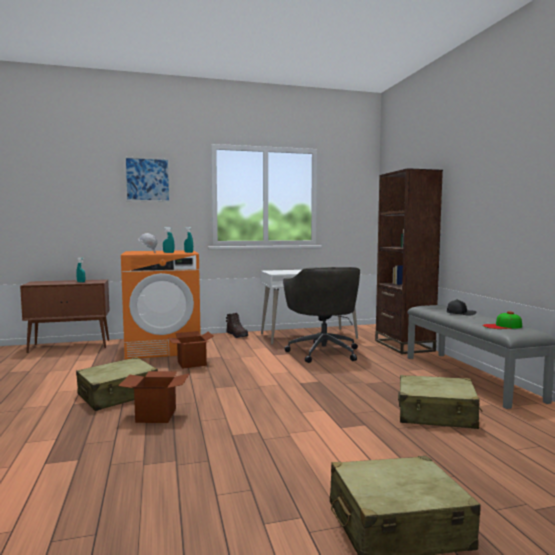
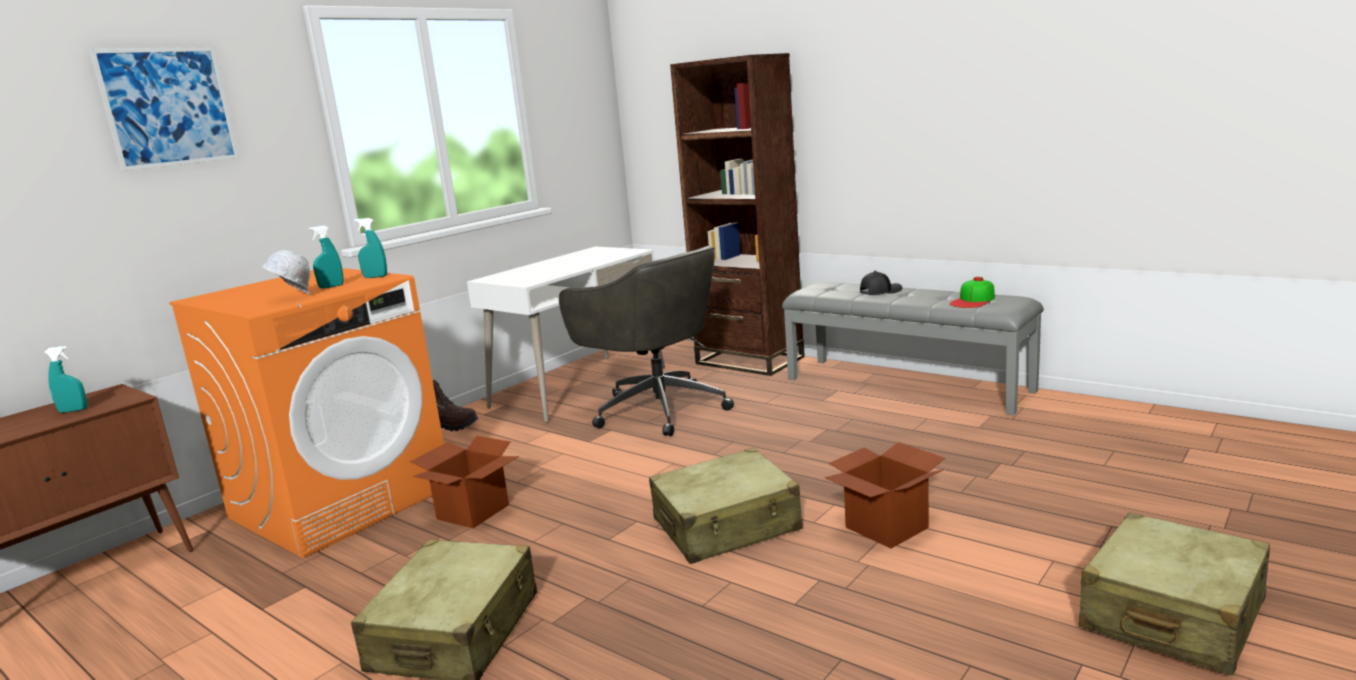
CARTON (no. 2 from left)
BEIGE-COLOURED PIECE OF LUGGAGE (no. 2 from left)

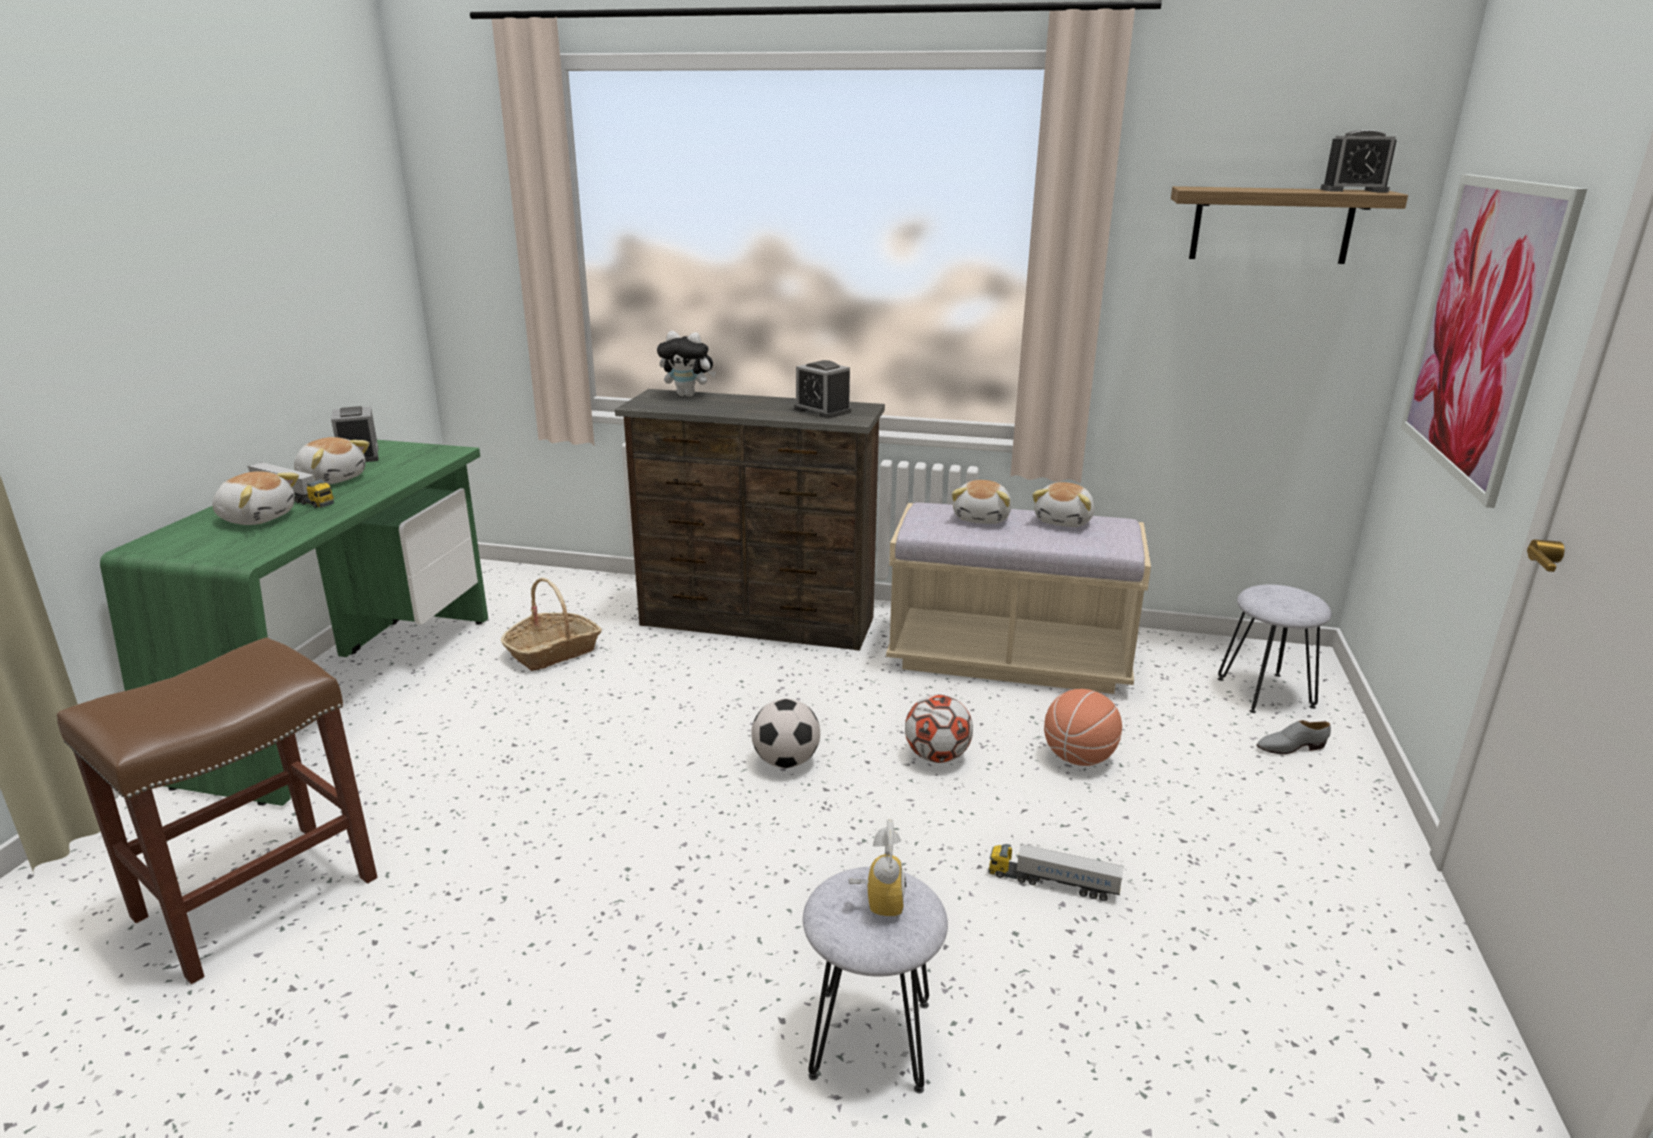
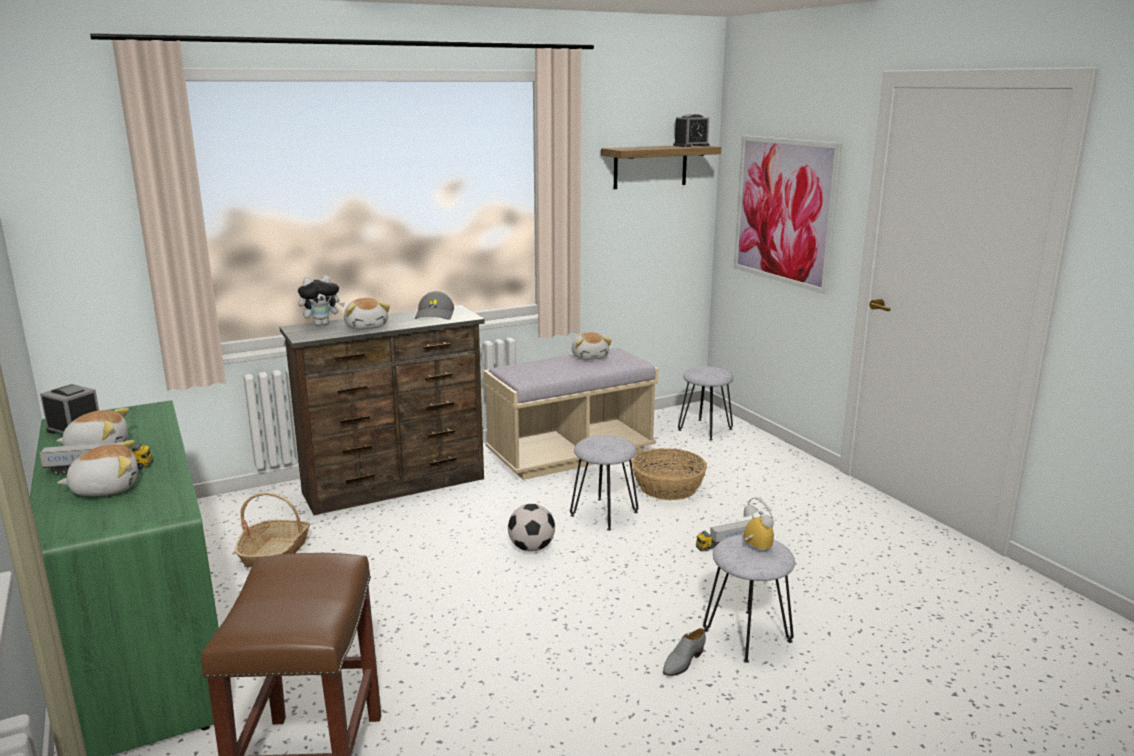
CUDDLY TOY (no. 4 from left)
GRAY SHOE
GRAY BASEBALL CAP
GRAY SITTING STOOL (no. 1 from left)
BASKET (no. 2 from left)

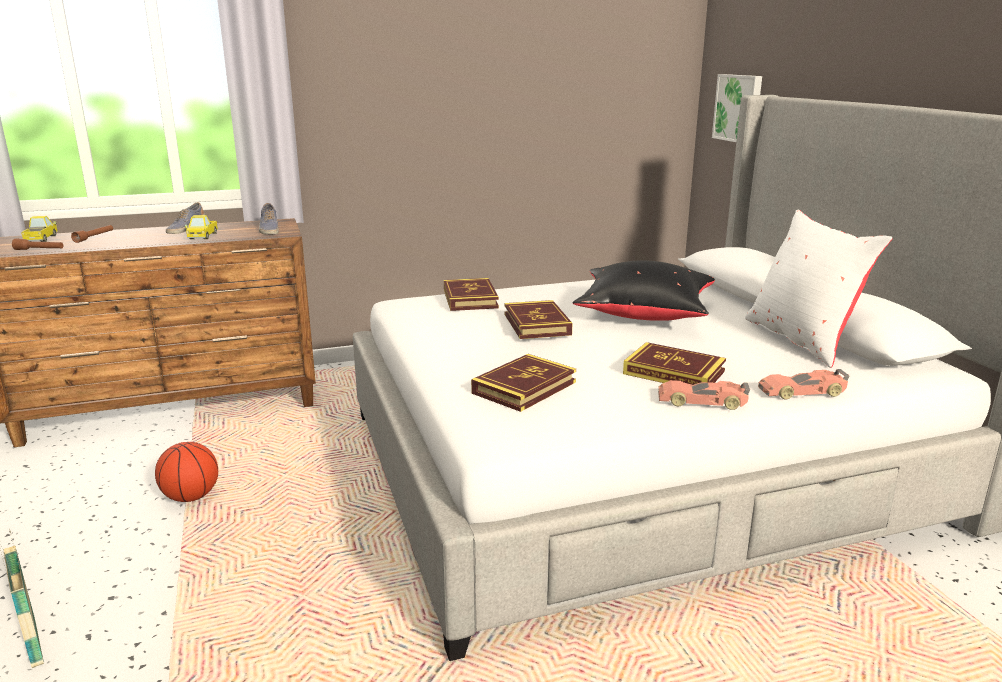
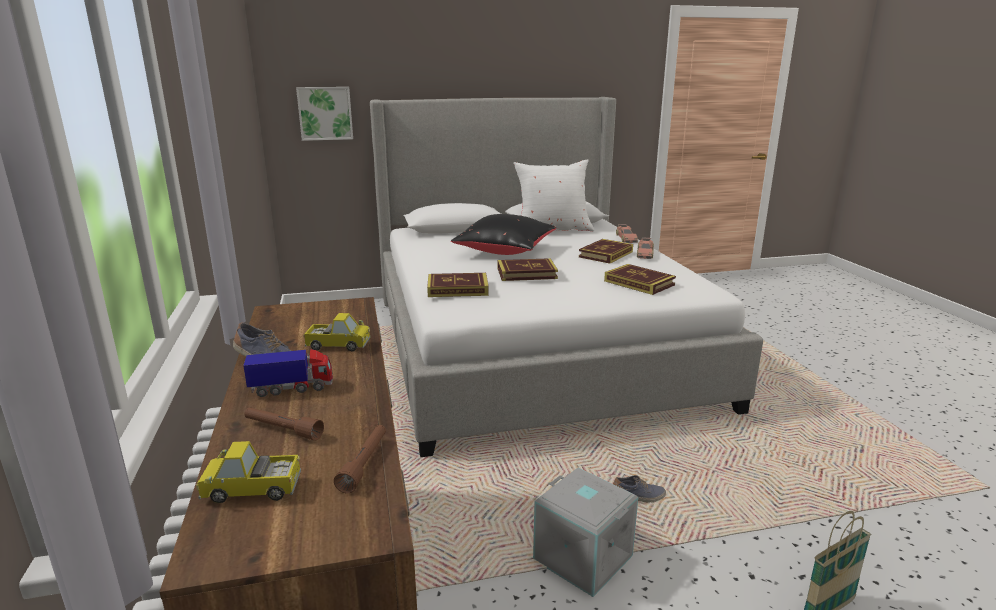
MODEL TRUCK (no. 2 from left)
SHOE (no. 2 from left)
GRAY STORAGE CONTAINER

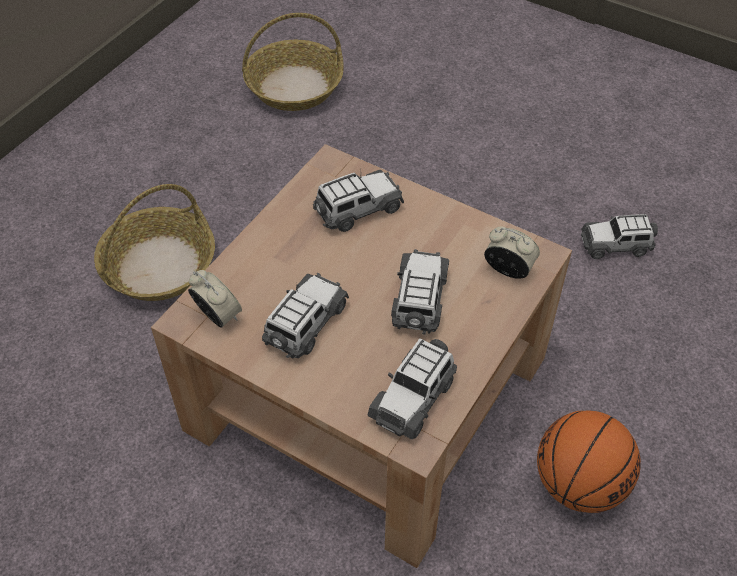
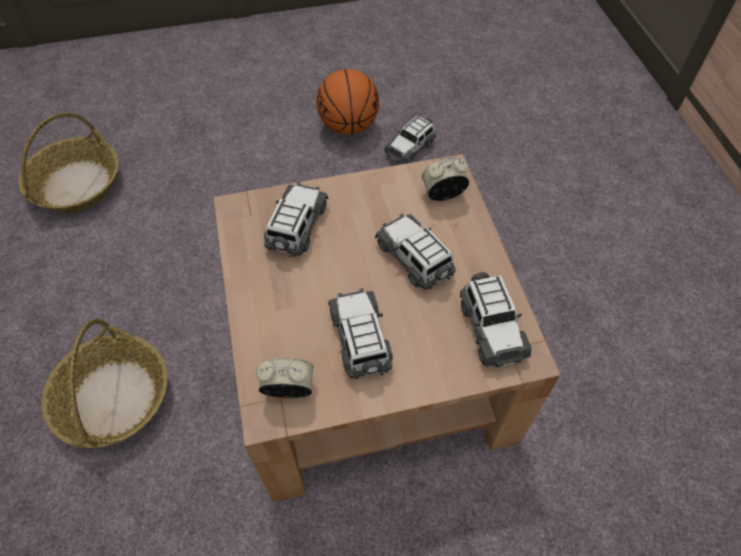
BASKETBALL

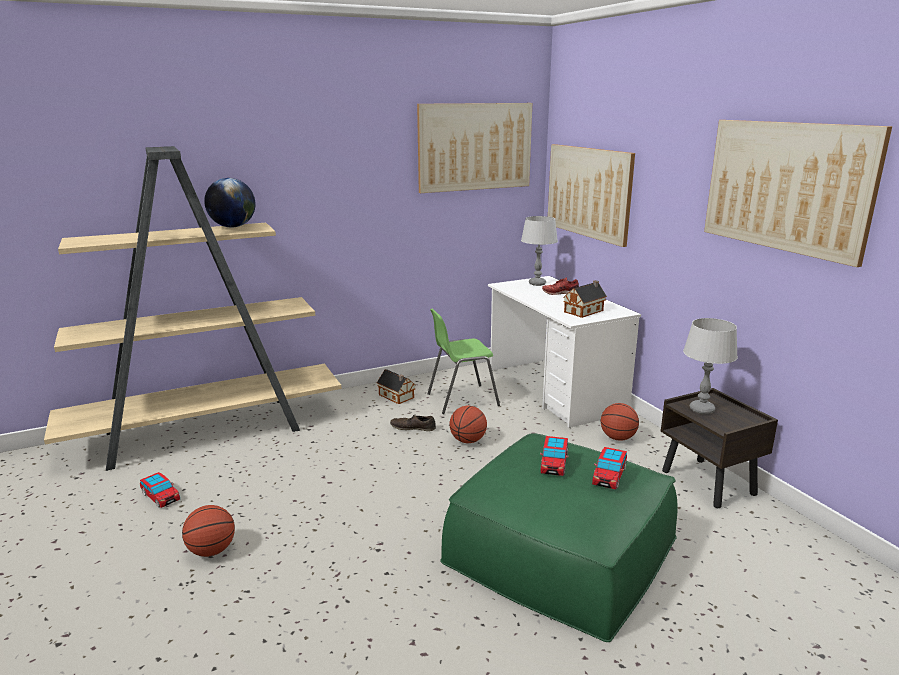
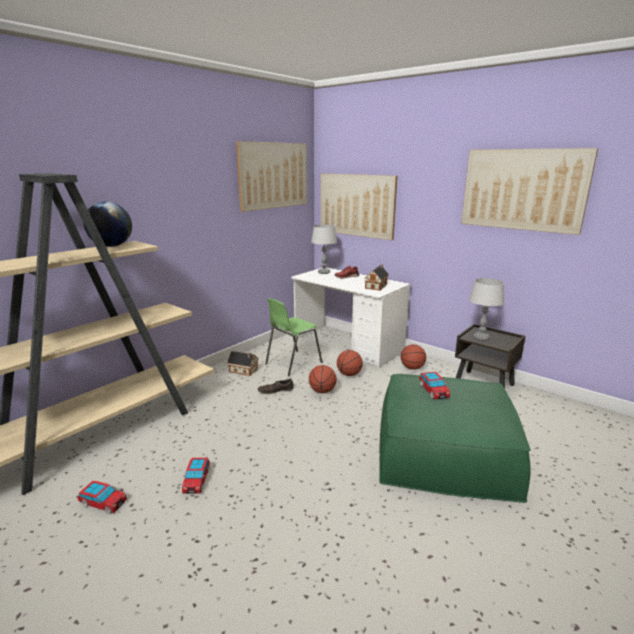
BASKETBALL (no. 2 from left)
TOY CAR (no. 2 from left)

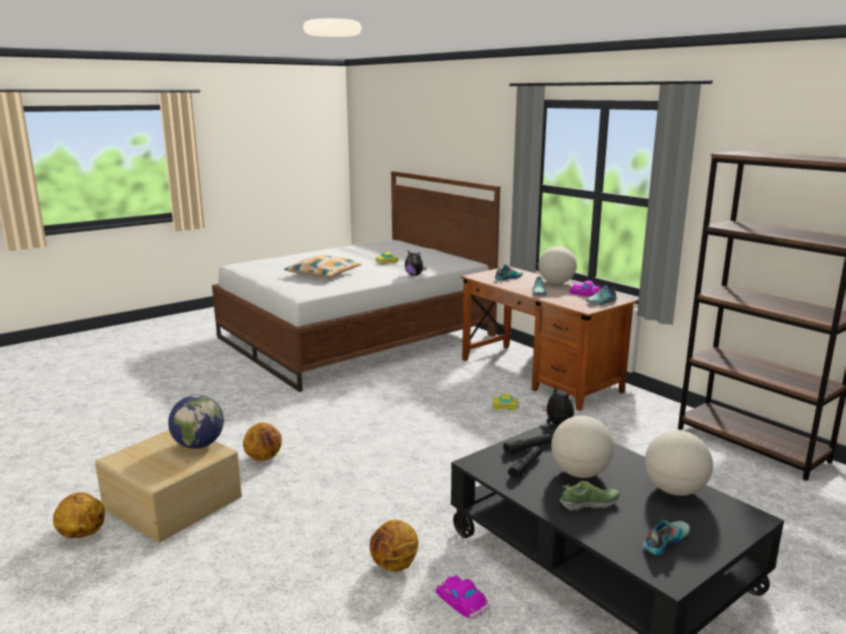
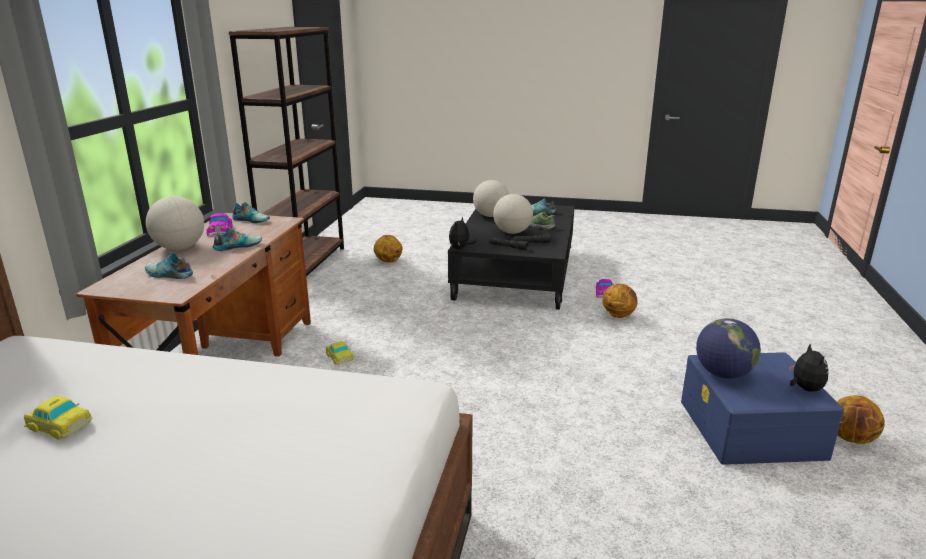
CUSHION
BASKETBALL (no. 1 from left)
CUDDLY TOY (no. 2 from left)
BLUE STORAGE CONTAINER

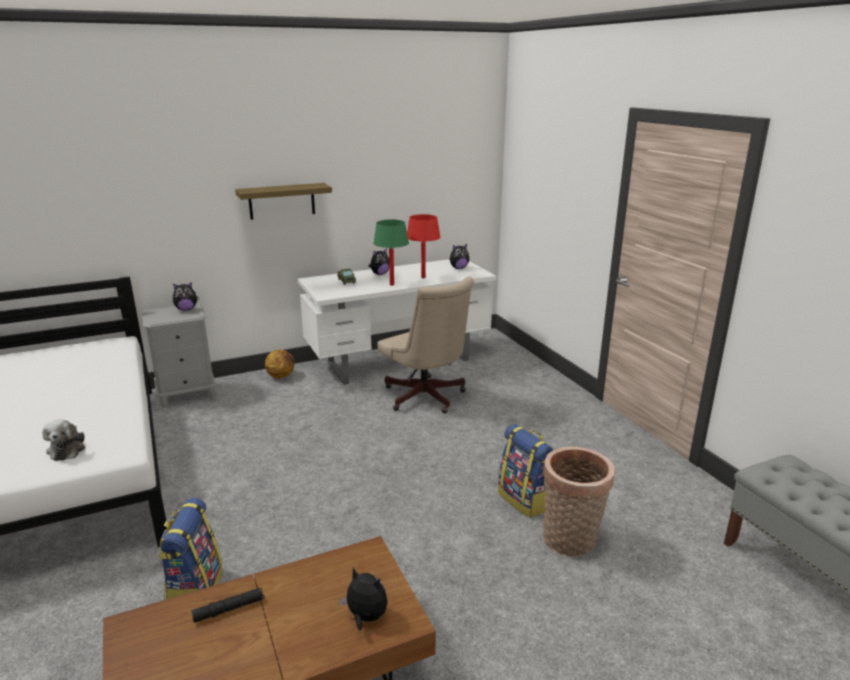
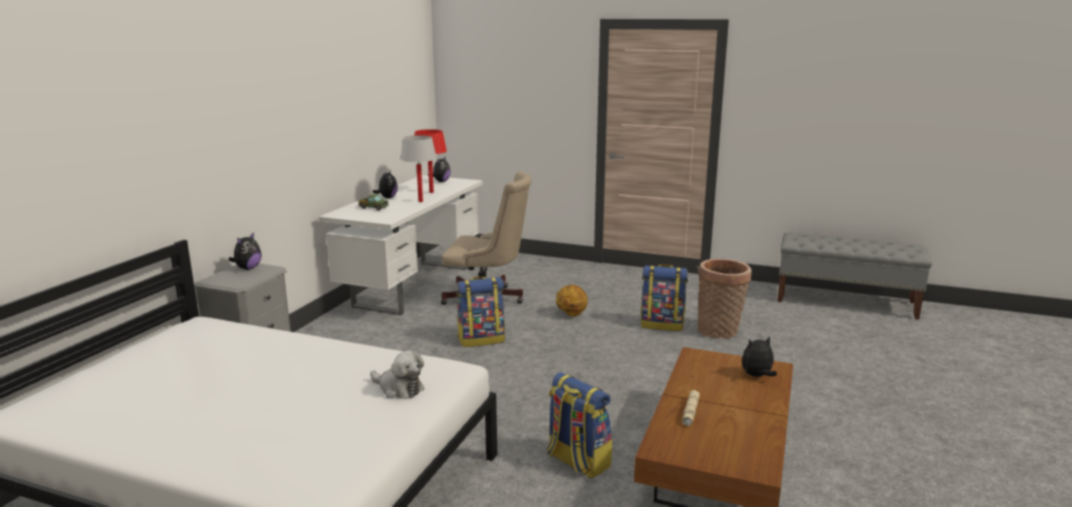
SHELF
KNAPSACK (no. 1 from left)
BASKETBALL
BEIGE-COLOURED FLASHLIGHT
WHITISH TABLE LAMP

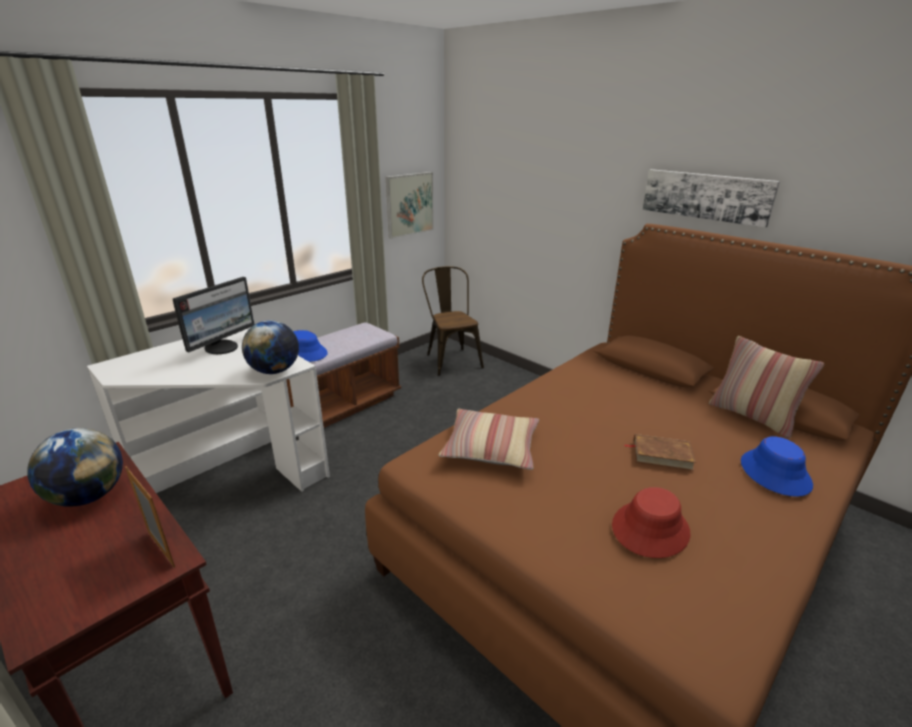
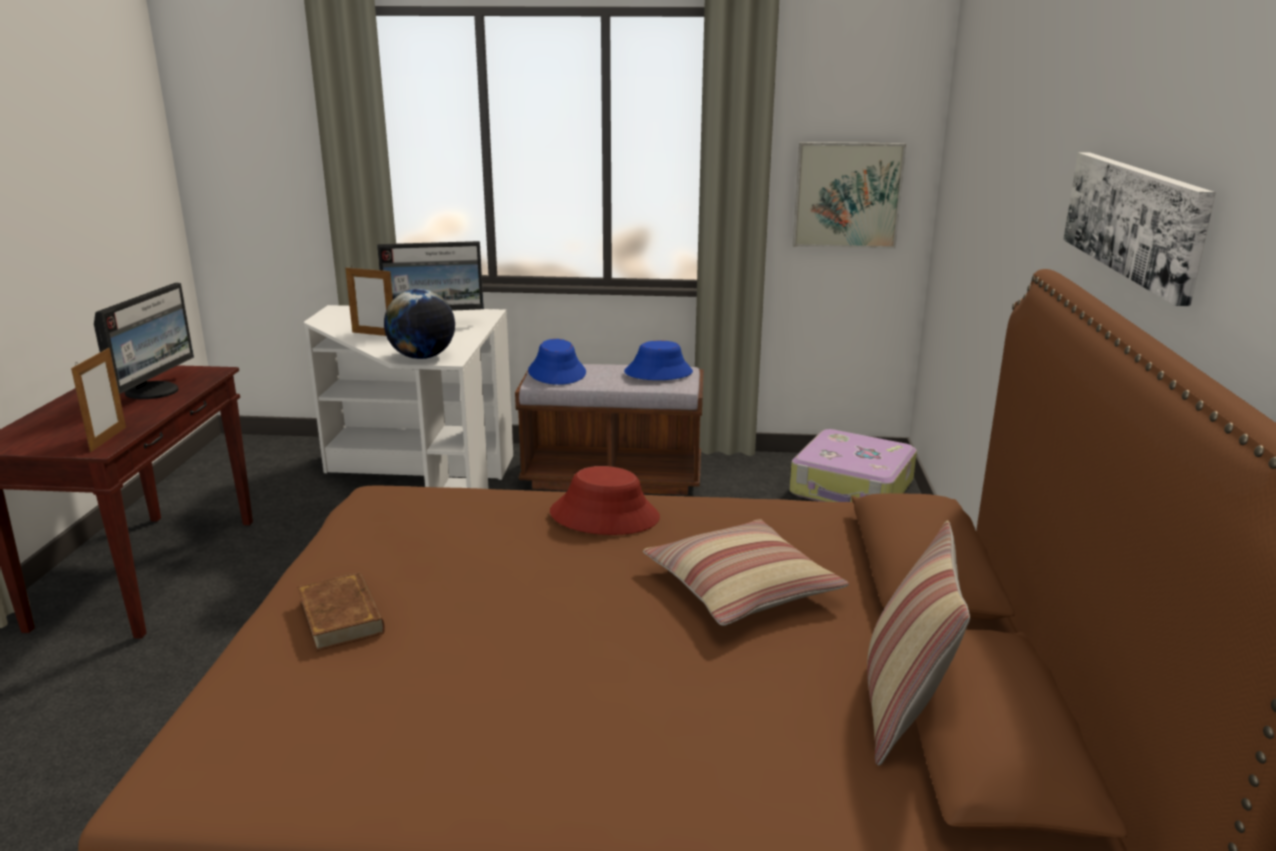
PICTURE FRAME (no. 2 from left)
CUSHION (no. 1 from left)
RED WEARABLE HAT
BROWN BOOK
BLUE WEARABLE HAT (no. 2 from left)
COMPUTER SCREEN (no. 1 from left)
PIECE OF LUGGAGE

